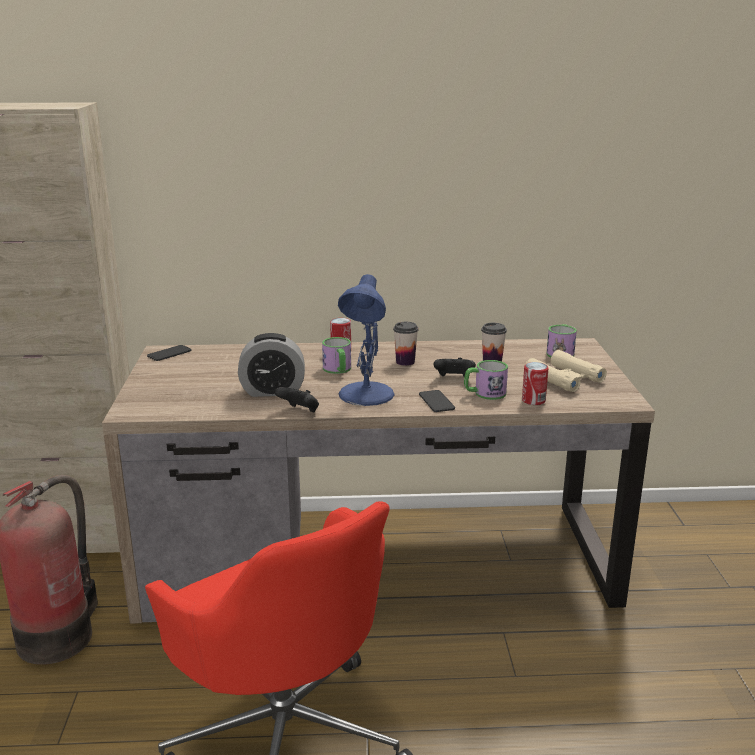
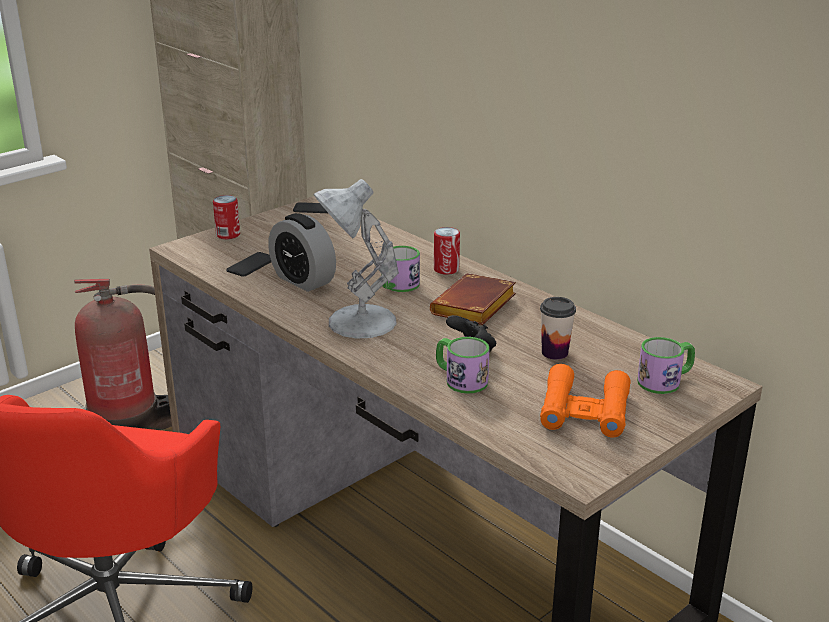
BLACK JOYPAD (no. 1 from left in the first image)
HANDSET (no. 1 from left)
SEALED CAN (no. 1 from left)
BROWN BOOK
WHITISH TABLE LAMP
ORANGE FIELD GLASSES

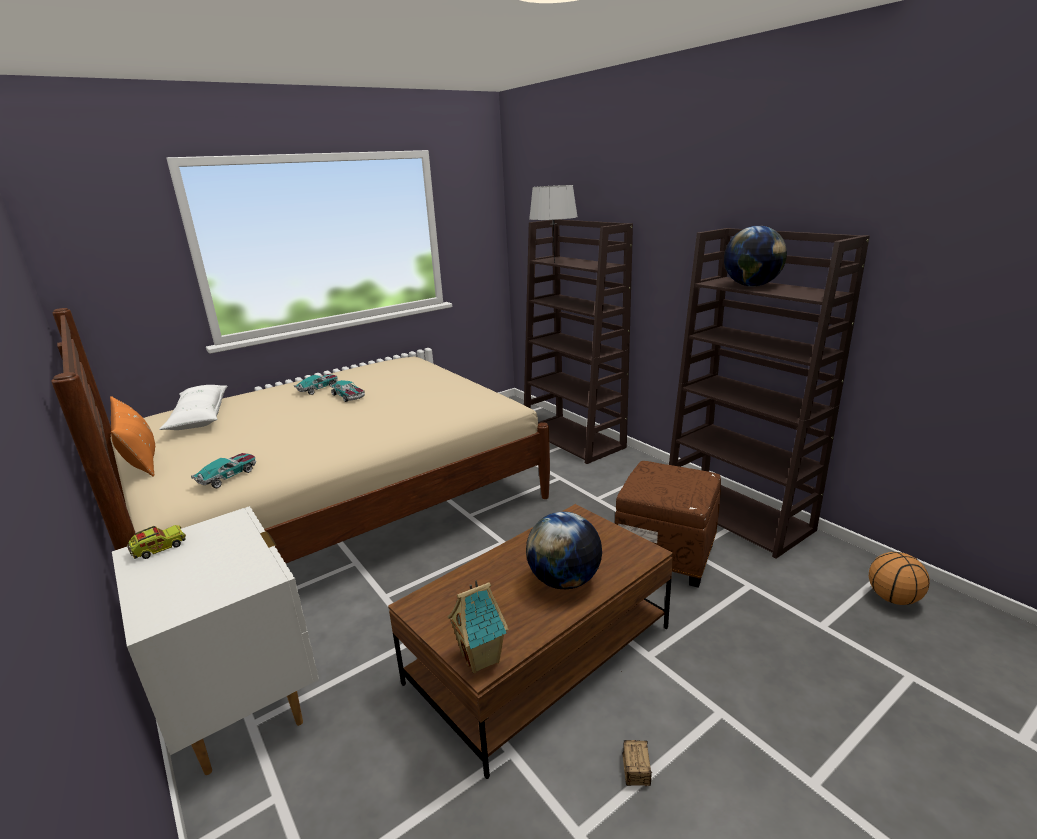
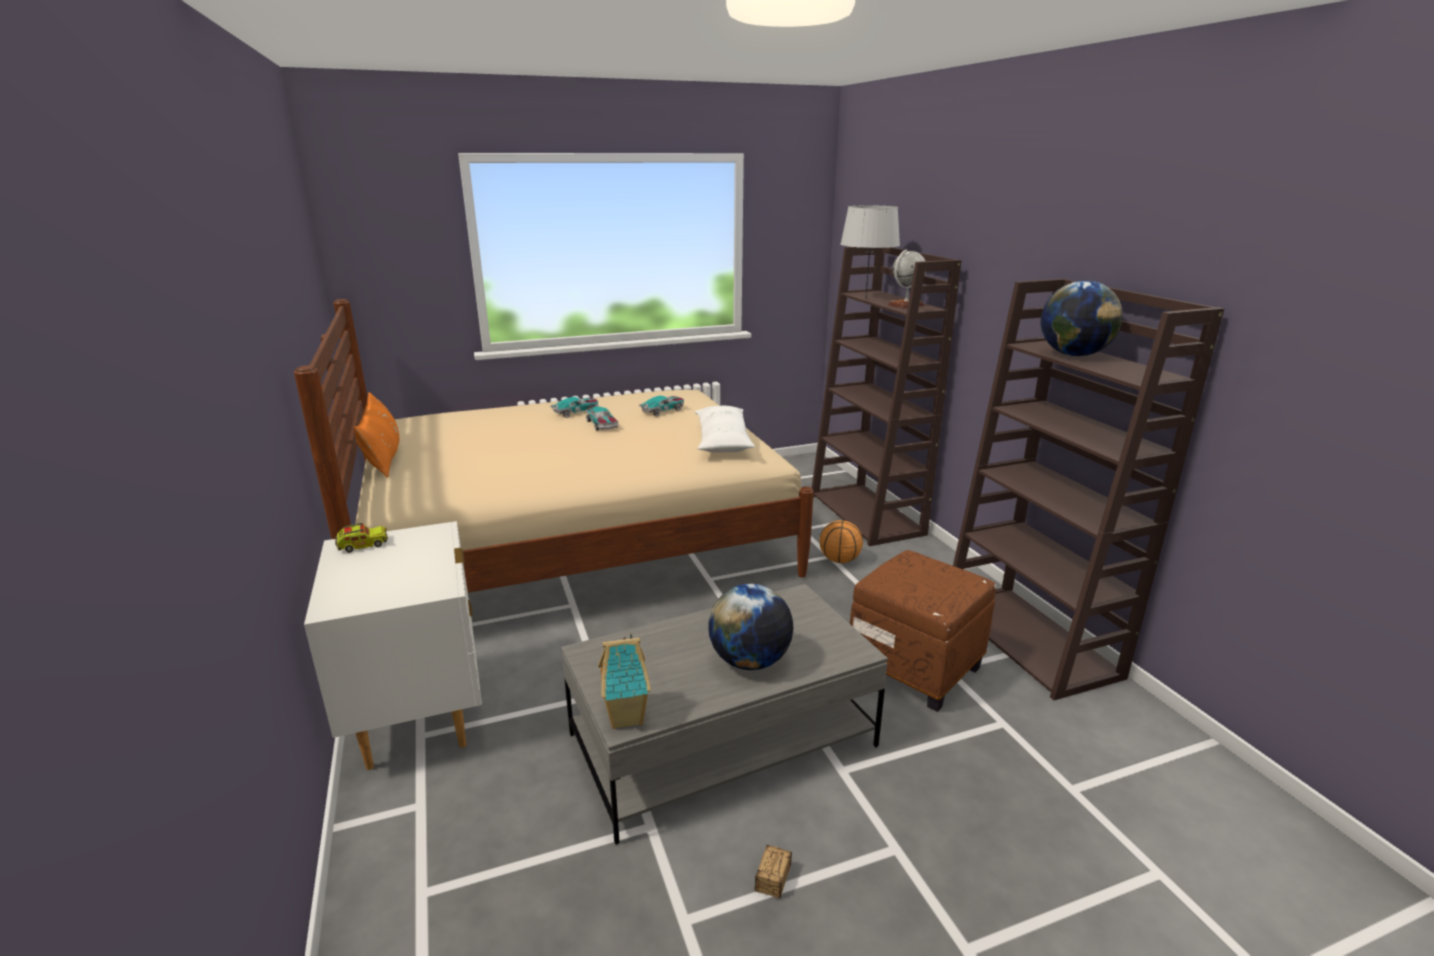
GLOBE (no. 2 from left)
WHITISH CUSHION
TOY CAR (no. 3 from left)
BASKETBALL
GRAY COFFEE TABLE

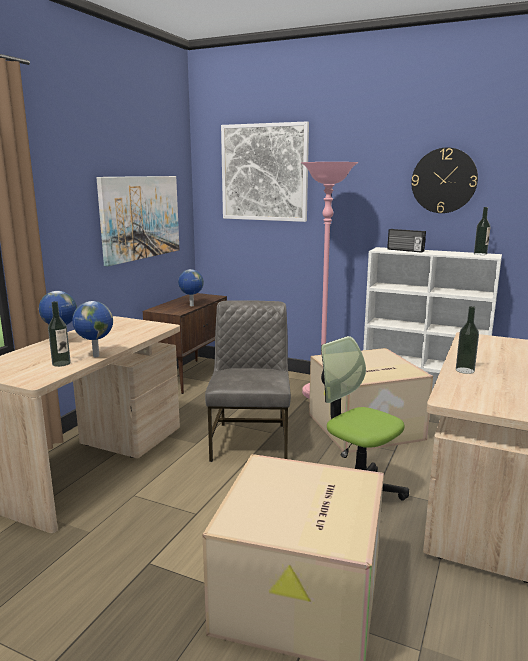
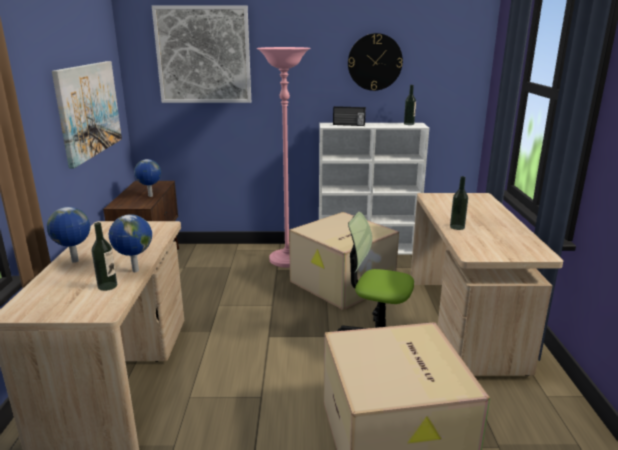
GRAY UPRIGHT CHAIR

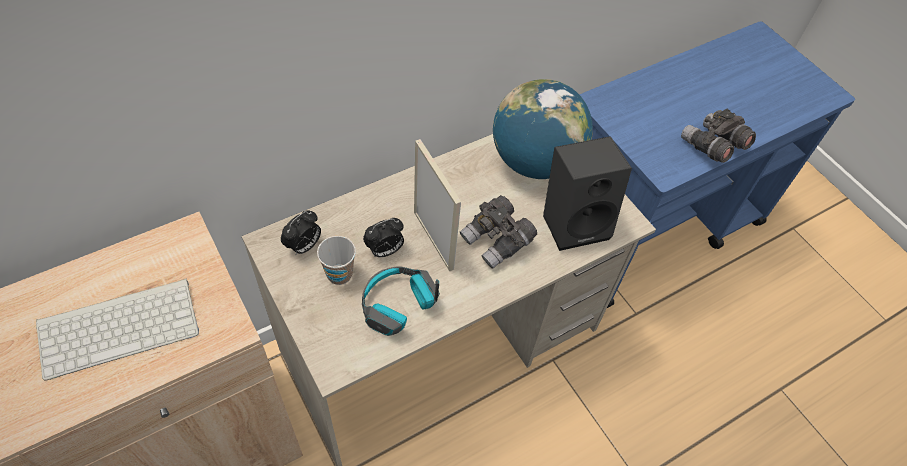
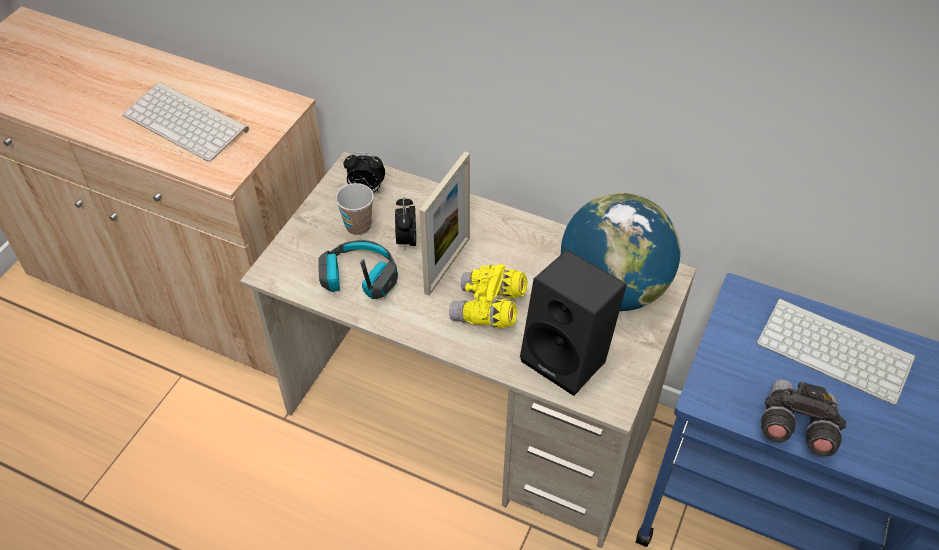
PC KEYBOARD (no. 2 from left)
YELLOW FIELD GLASSES
BEDSIDE CLOCK (no. 2 from left)

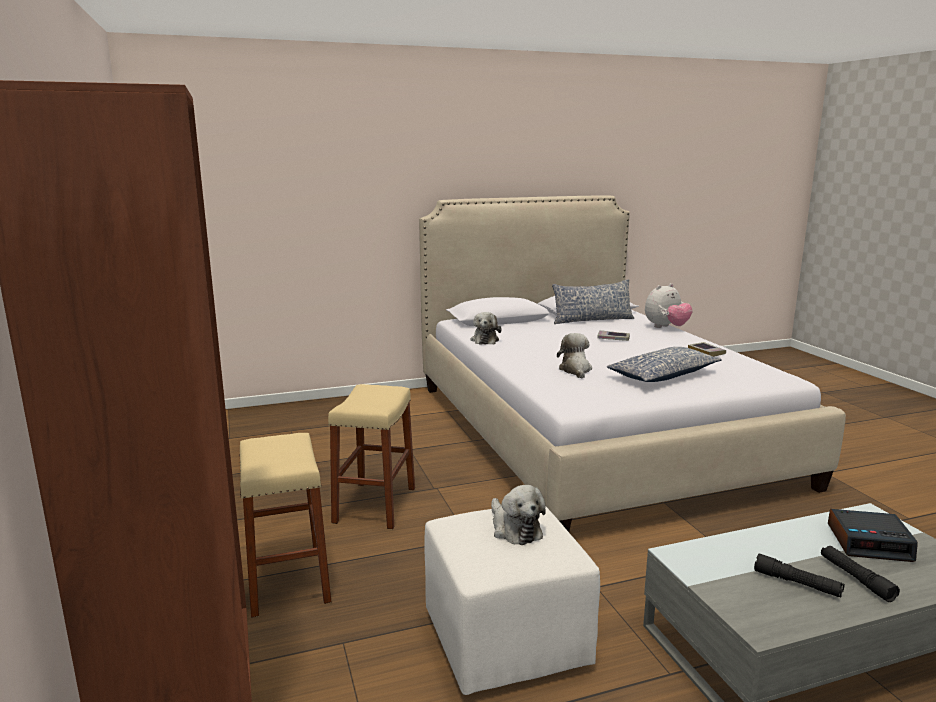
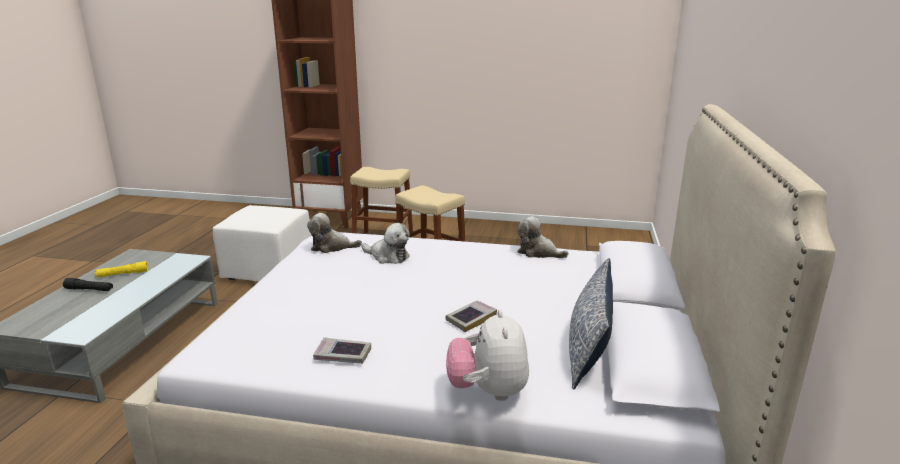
CUSHION (no. 2 from left in the first image)
BEDSIDE CLOCK
CUDDLY TOY (no. 1 from left)
YELLOW FLASHLIGHT

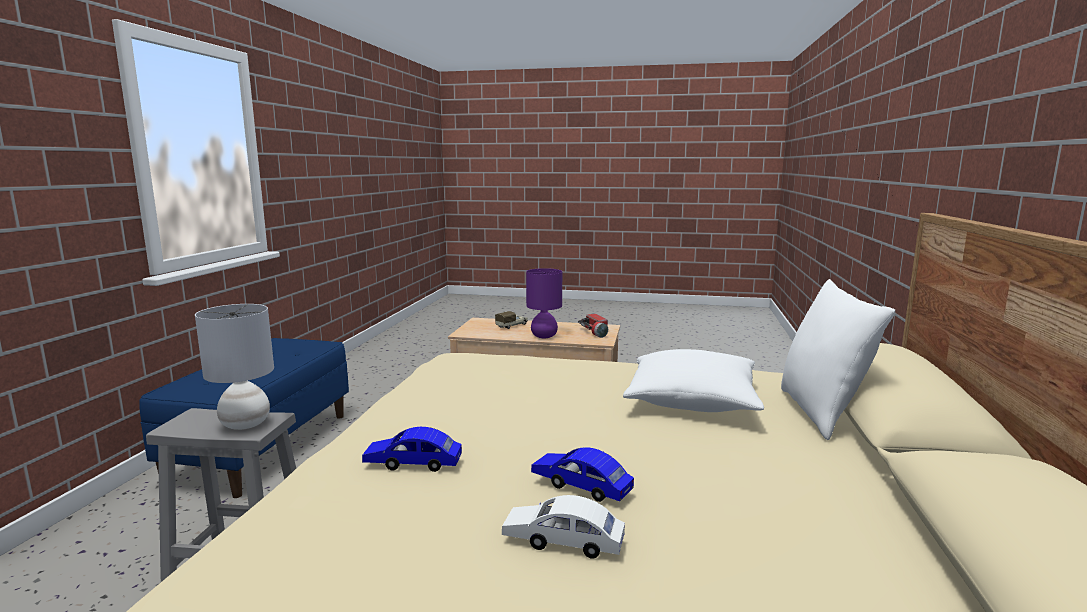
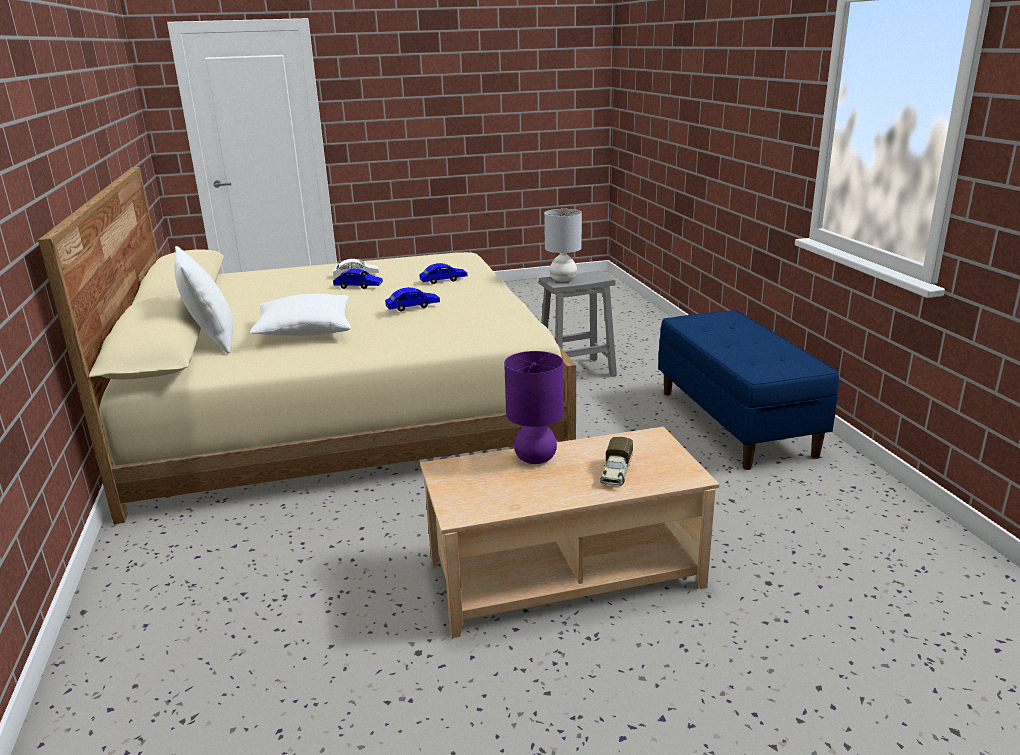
FLASHLIGHT
BLUE TOY CAR (no. 2 from left)

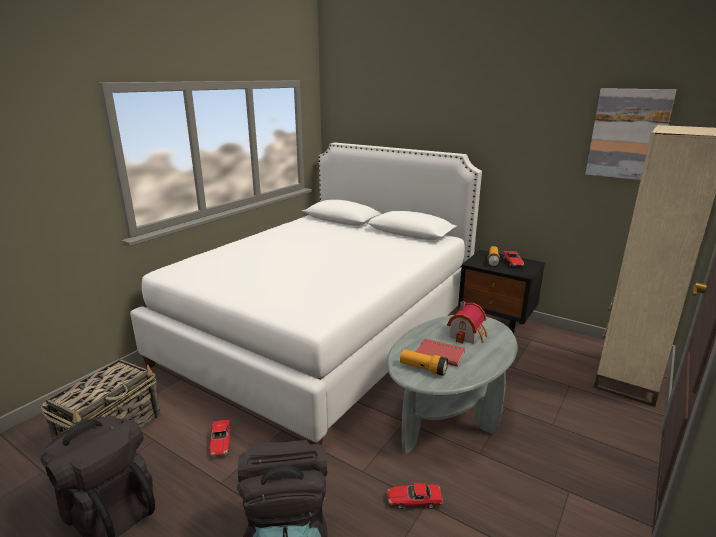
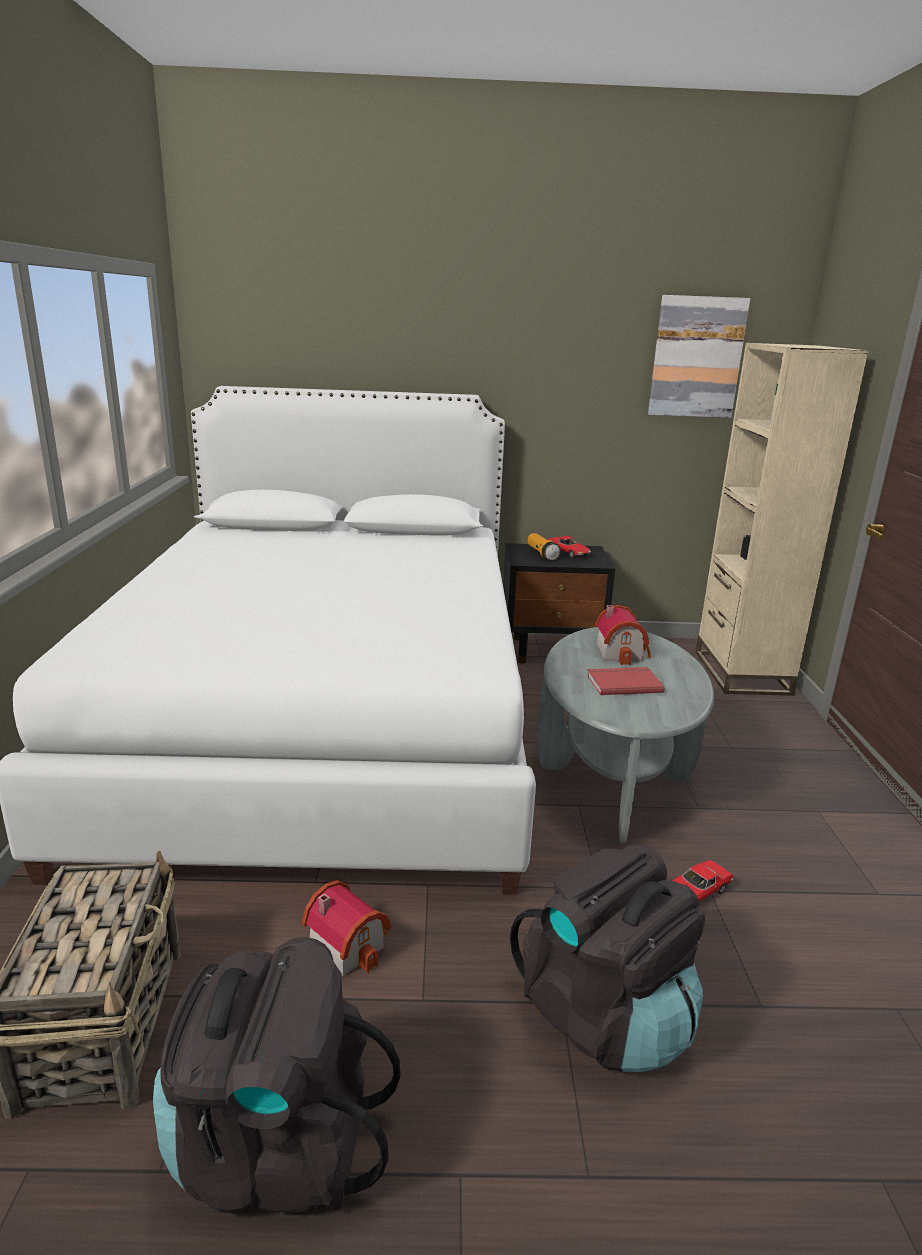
FLASHLIGHT (no. 1 from left in the first image)
MINIATURE HOUSE (no. 1 from left)

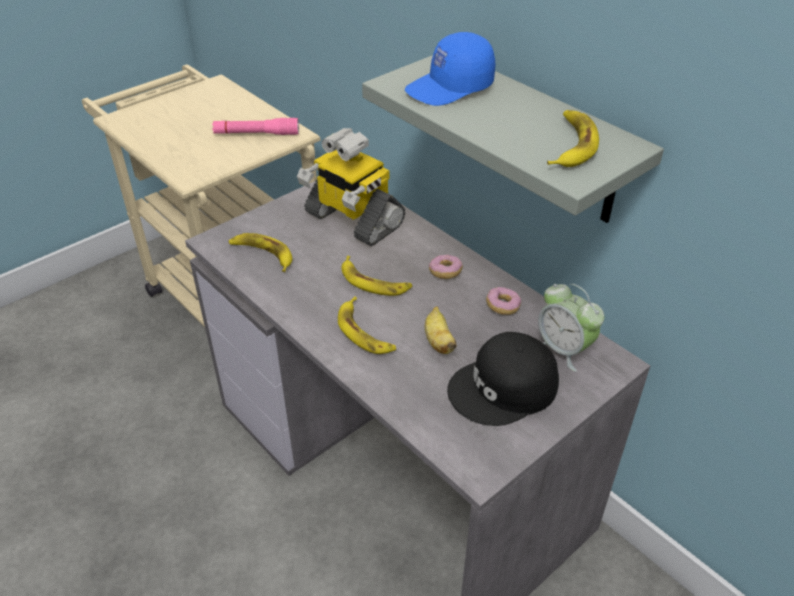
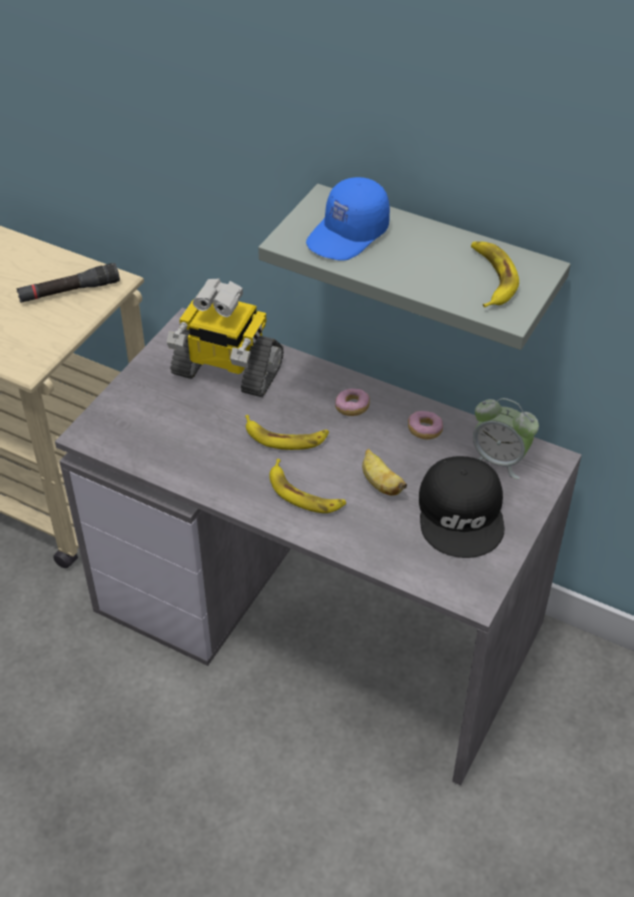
WHOLE BANANA (no. 1 from left in the first image)
BLACK FLASHLIGHT
BLACK BASEBALL CAP

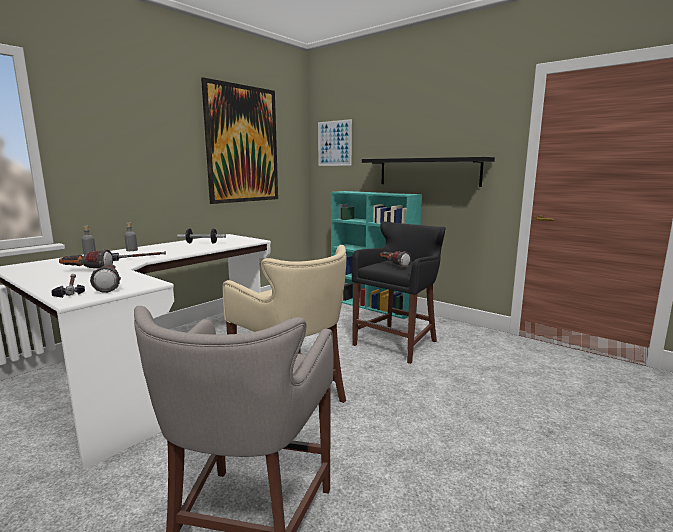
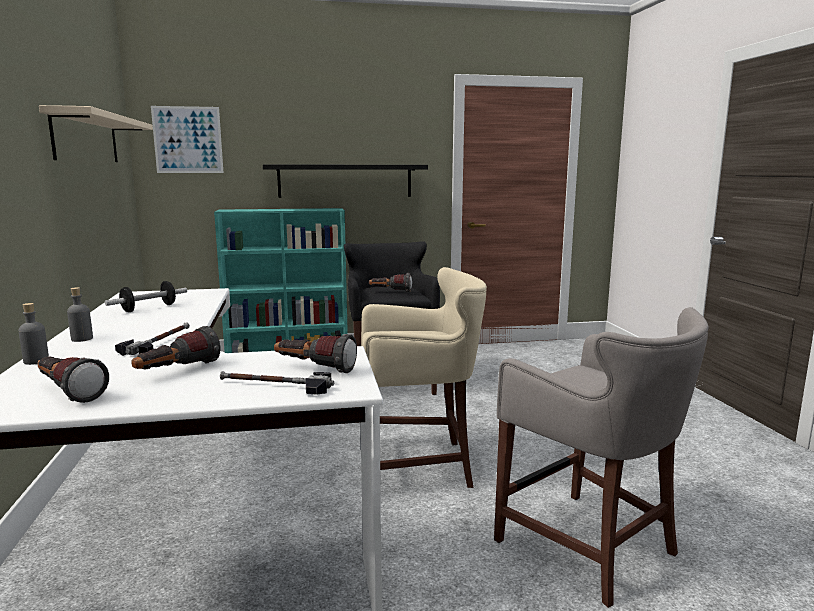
FLASHLIGHT (no. 1 from left)
BEIGE-COLOURED SHELF

